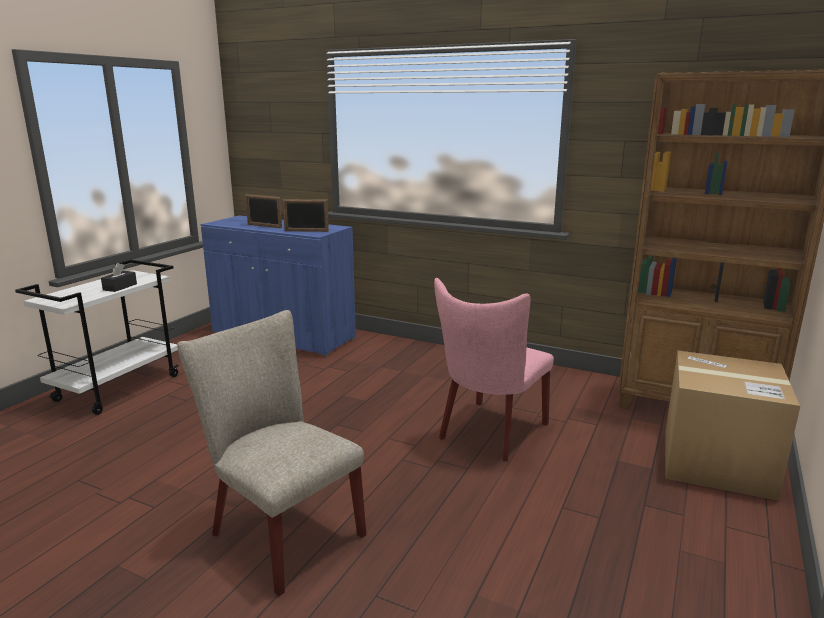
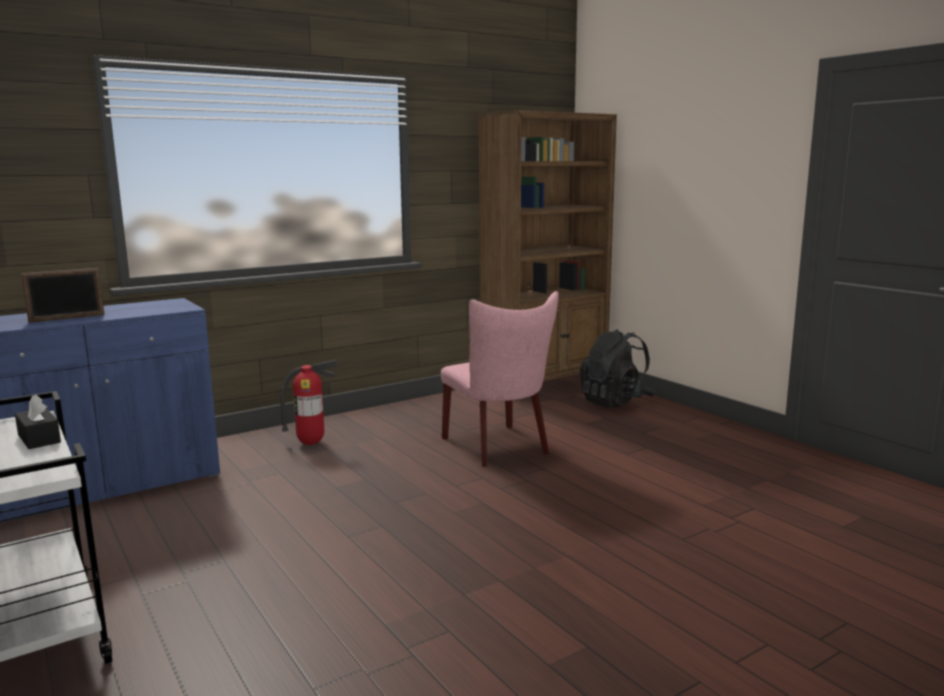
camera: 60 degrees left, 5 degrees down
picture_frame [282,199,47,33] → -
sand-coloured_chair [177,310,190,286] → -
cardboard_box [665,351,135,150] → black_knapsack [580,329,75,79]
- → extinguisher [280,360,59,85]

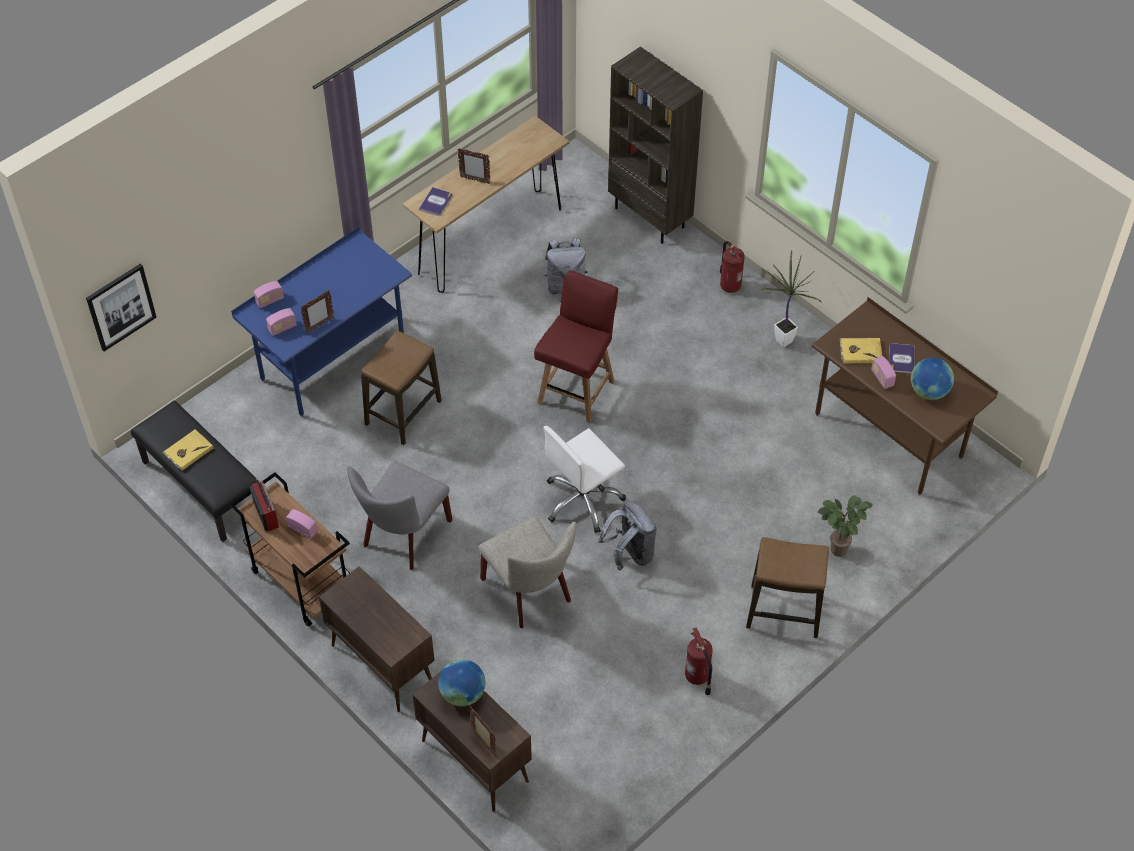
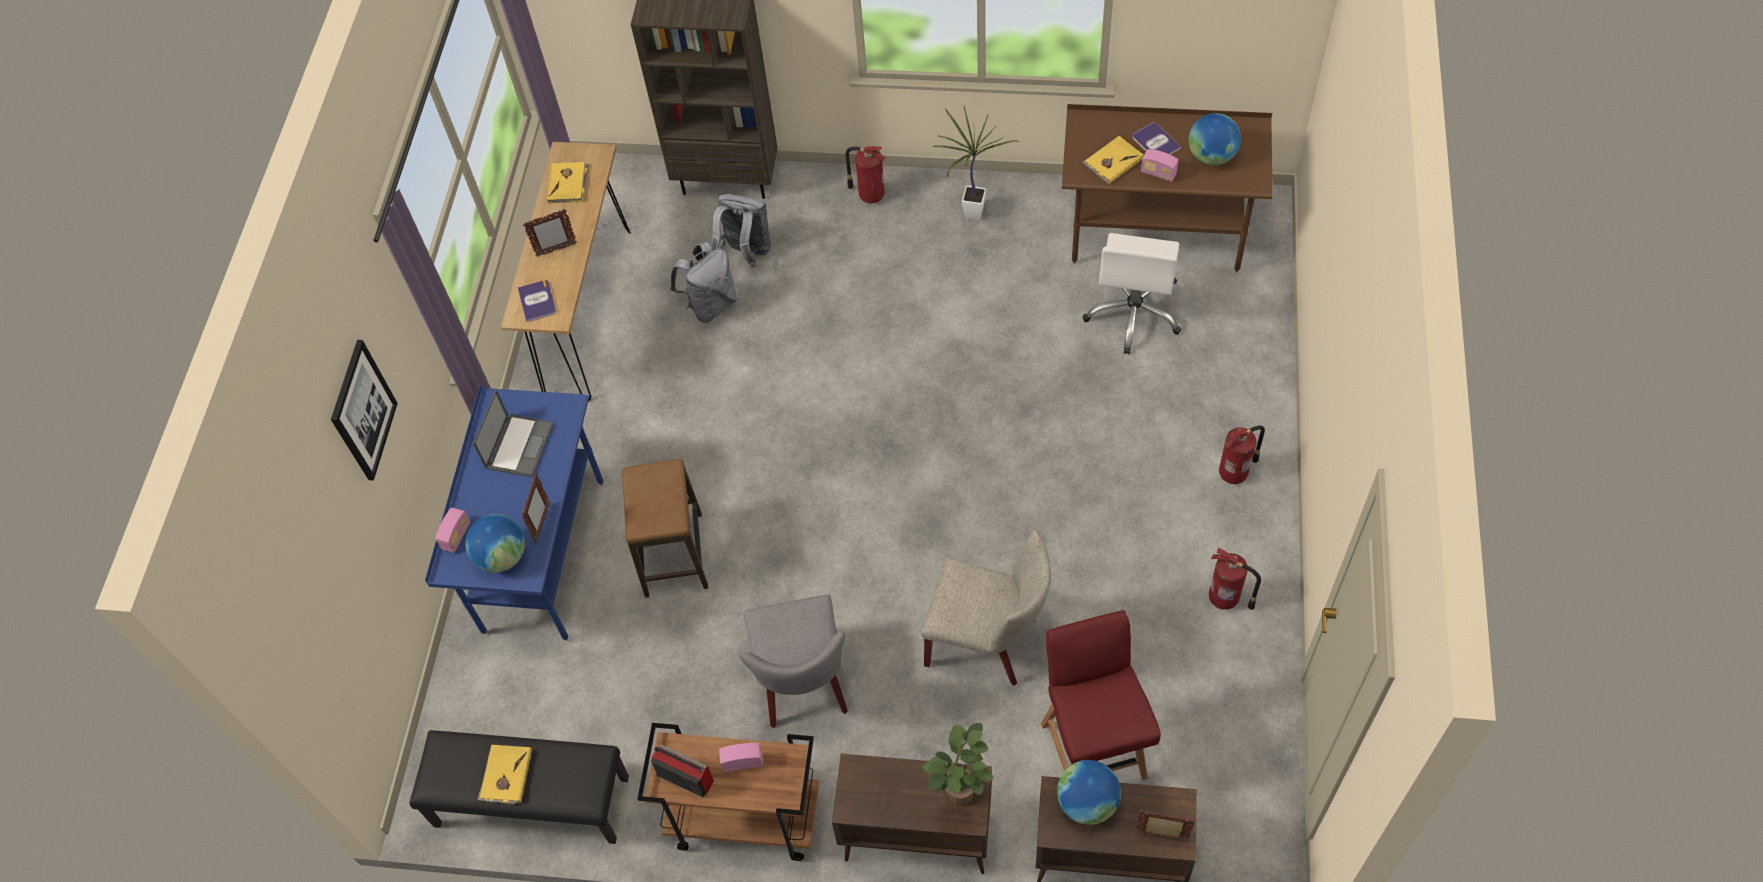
camera: 35 degrees left, 5 degrees up
wall_art [86,263,71,88] → wall_art [331,340,67,140], move
red-coloured_chair [534,270,84,153] → red-coloured_chair [1041,610,120,170], move
radio_receiver [266,308,31,28] → globe [465,514,60,58]
whitish_desk_chair [544,426,82,107] → whitish_desk_chair [1083,233,98,121], move
potted_plant [818,495,55,62] → potted_plant [922,723,72,83], move
gray_knapsack [598,502,59,69] → gray_knapsack [712,194,59,73], move
stool [746,537,83,101] → extinguisher [1219,425,46,59]
- → yellowish_bound_book [547,161,41,43]
- → laptop [473,390,81,87]

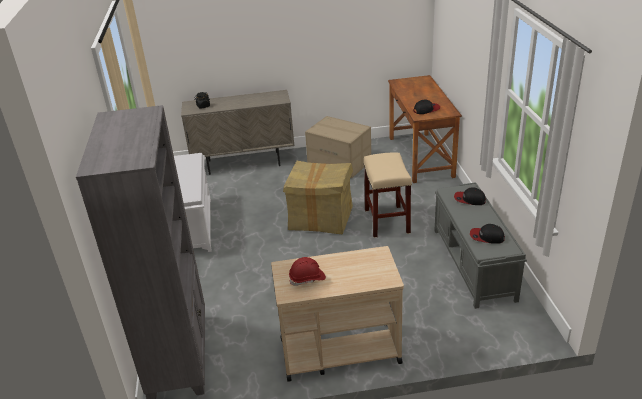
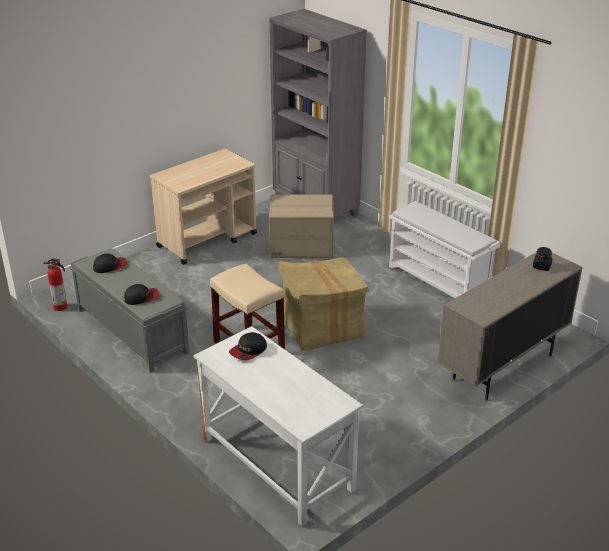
camera: 145 degrees right, 0 degrees up
brown-coloured_desk_unit [388,75,74,108] → whitish_desk_unit [193,326,170,200]
cardboard_box [305,116,66,62] → cardboard_box [269,194,65,64], move
red-coloured_hard_hat [289,257,37,29] → -
- → extinguisher [44,258,23,53]

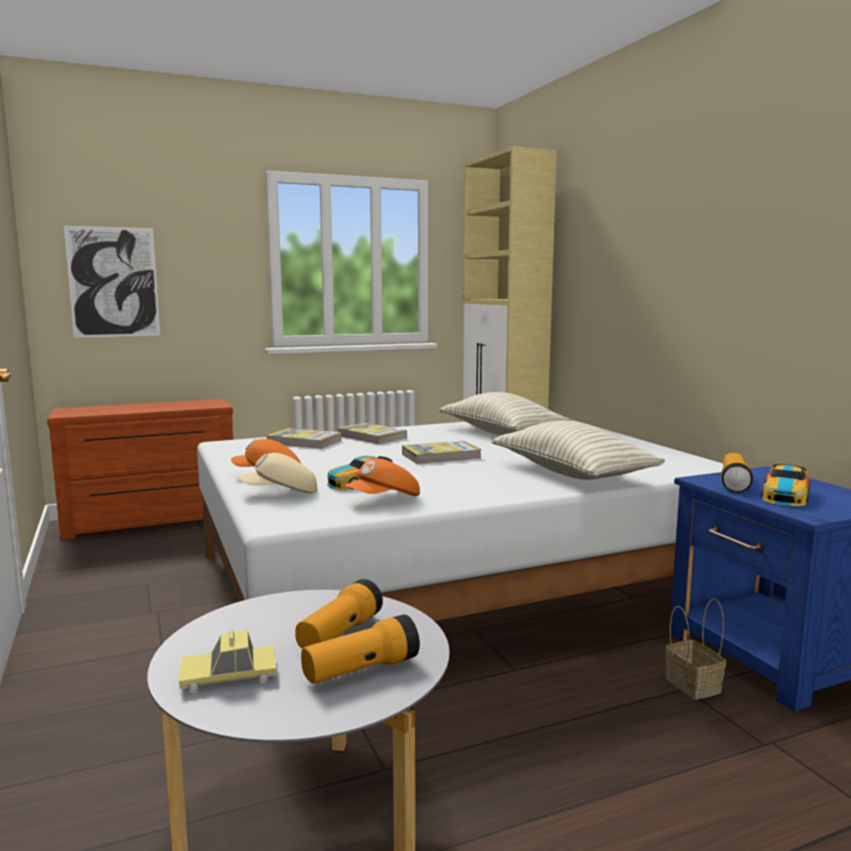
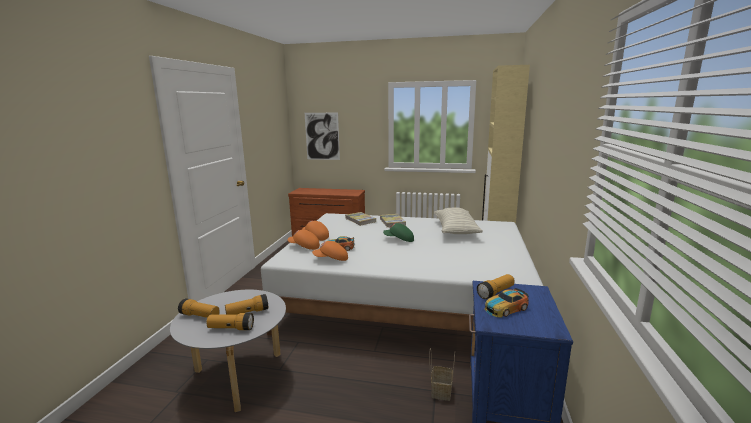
camera: 35 degrees right, 5 degrees up
cushion [491,420,174,60] → -
bound_book [402,440,80,24] → greenish_cap [383,223,31,19]
sand-coloured_cap [238,453,79,40] → orange_cap [288,230,32,20]
miniature_car [178,629,99,64] → hand_torch [178,298,42,20]

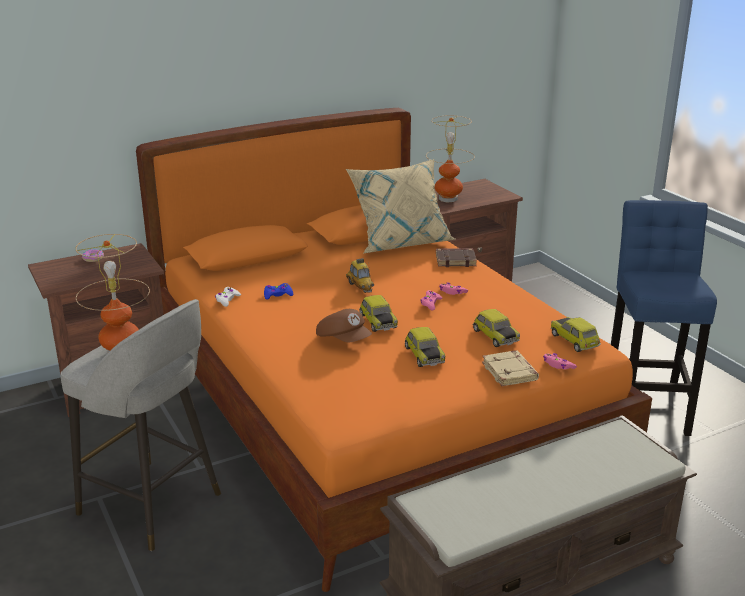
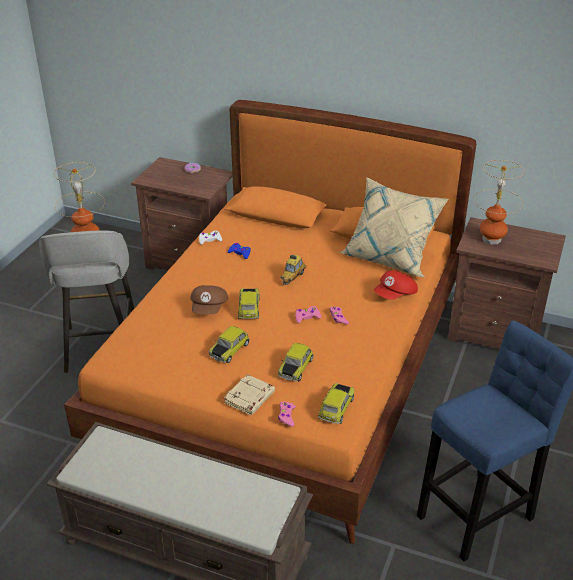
camera: 50 degrees right, 10 degrees up
brown-coloured_bound_book [436,248,41,19] → red-coloured_cap [374,270,44,30]
miniature_car [359,295,39,37] → miniature_car [238,288,23,31], 150 degrees clockwise

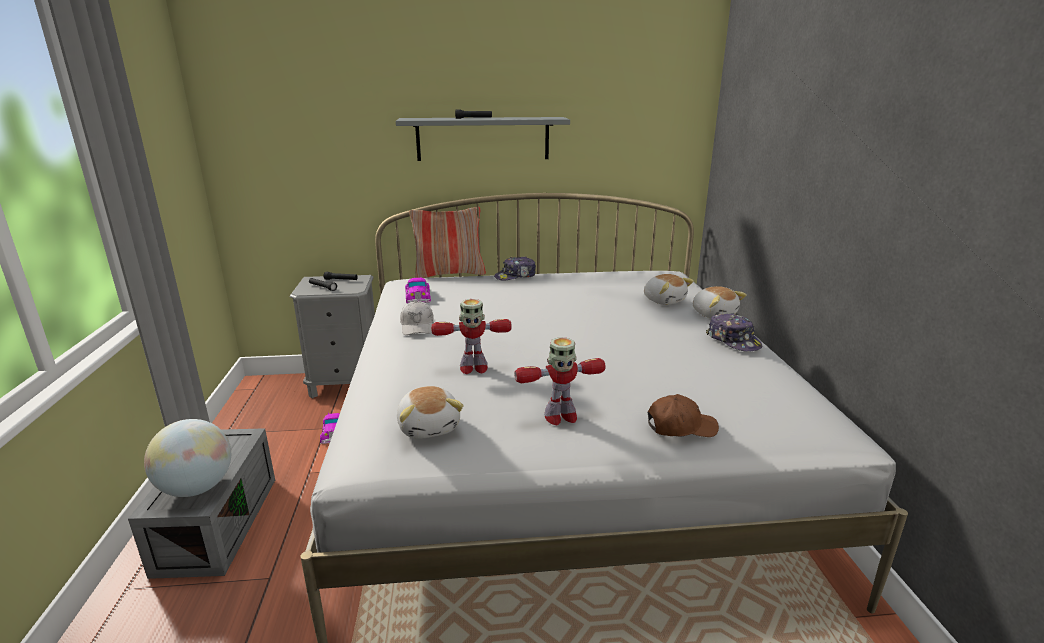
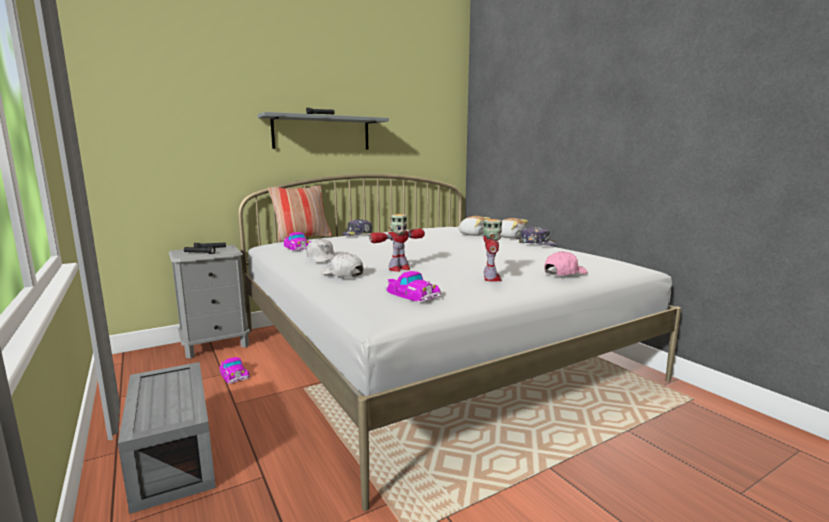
camera: 25 degrees left, 10 degrees down
toy_robot [514,337,92,88] → toy_robot [483,219,19,63], 45 degrees counterclockwise
cuddly_toy [397,386,67,53] → miniature_car [385,271,56,31]
brown-coloured_cap [648,394,71,43] → pinkish_cap [544,251,43,25]
globe [144,419,87,78] → -
- → whitish_cap [321,253,42,25]

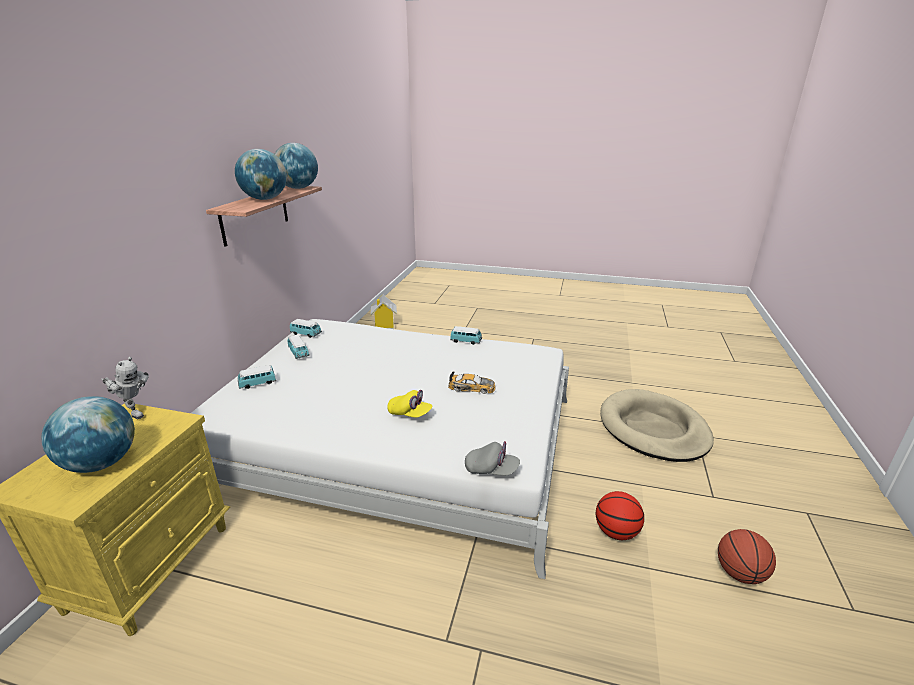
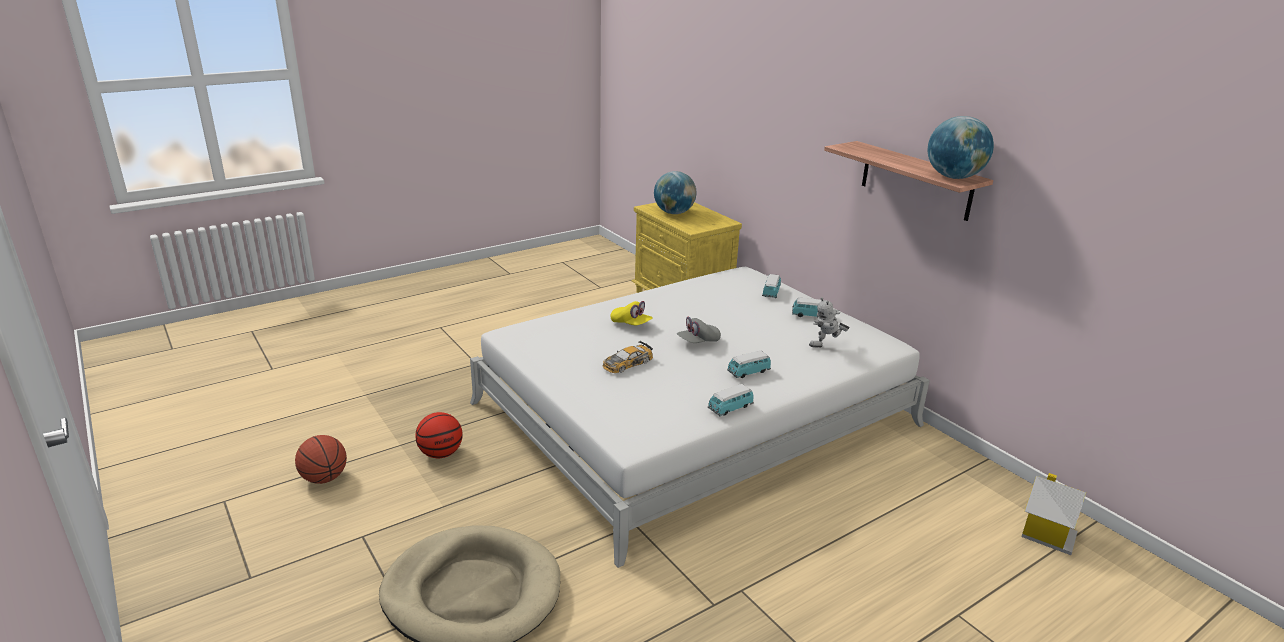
camera: 130 degrees right, 0 degrees up
globe [235,149,52,51] → -
miniature_car [290,319,32,19] → miniature_car [727,351,44,27], move
toy_robot [101,357,48,62] → toy_robot [809,297,41,51], move
yellowish_cap [387,390,46,28] → yellowish_cap [610,301,43,24], 120 degrees counterclockwise
gray_cap [465,441,55,35] → gray_cap [677,317,44,26], move

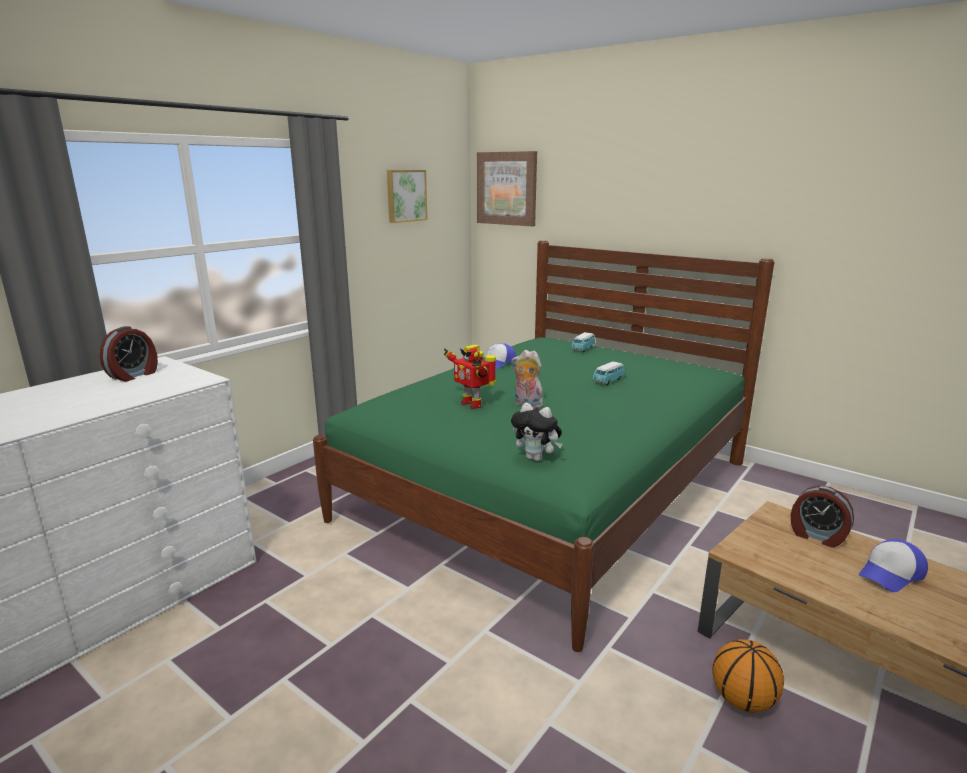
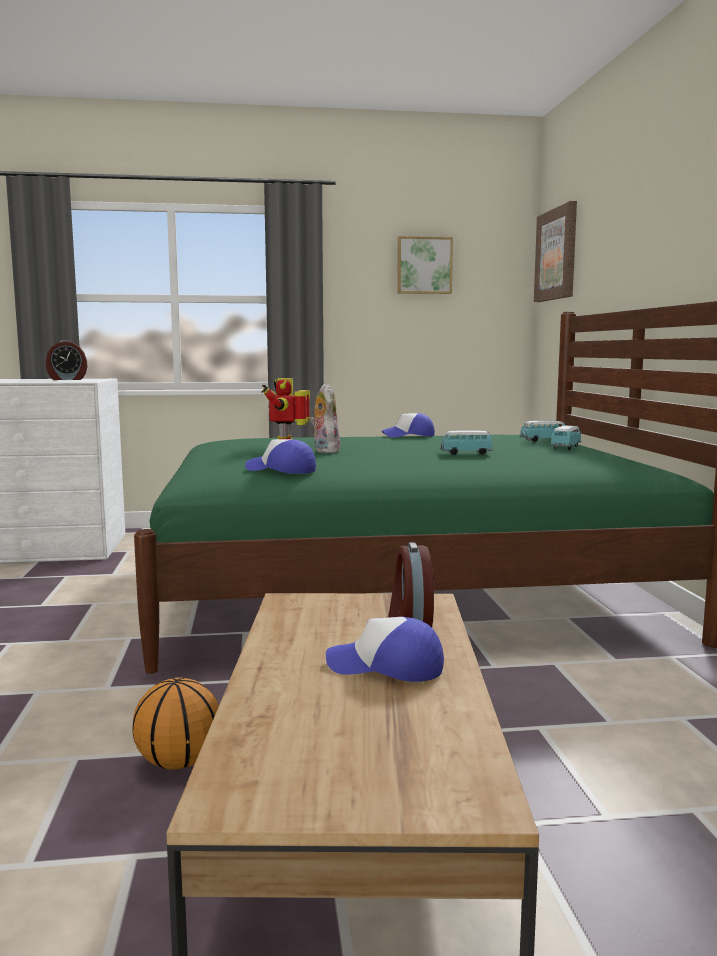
camera: 45 degrees right, 10 degrees down
cuddly_toy [511,403,51,58] → -
- → miniature_car [550,425,31,25]
- → cap [245,439,71,35]

